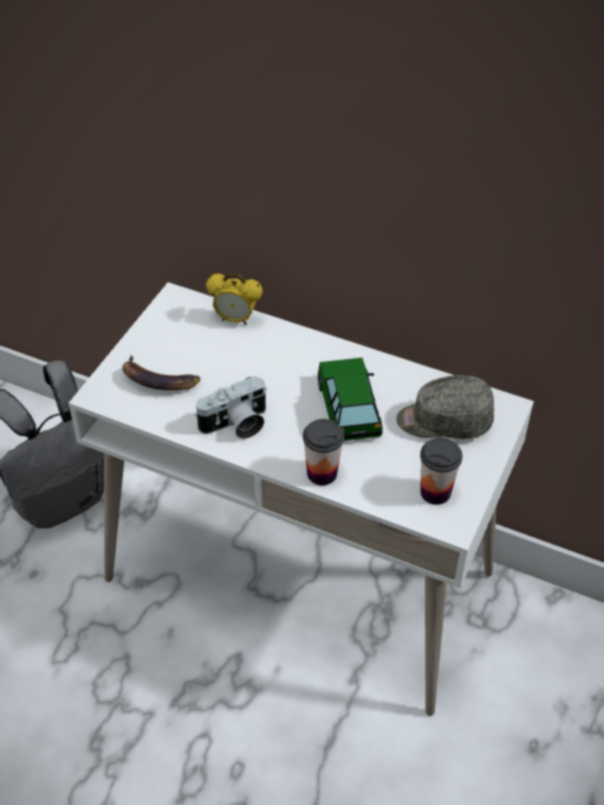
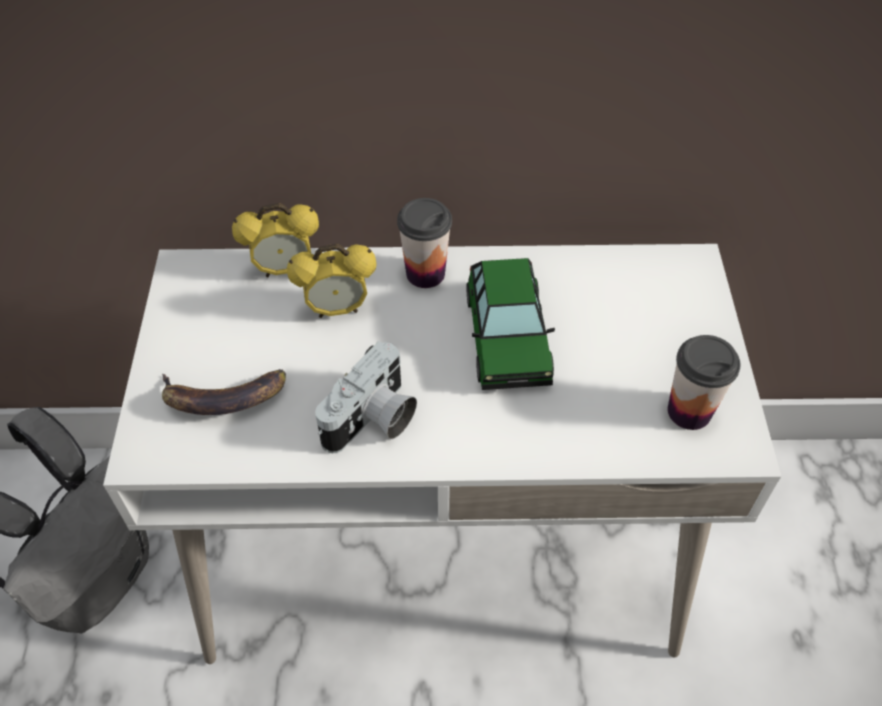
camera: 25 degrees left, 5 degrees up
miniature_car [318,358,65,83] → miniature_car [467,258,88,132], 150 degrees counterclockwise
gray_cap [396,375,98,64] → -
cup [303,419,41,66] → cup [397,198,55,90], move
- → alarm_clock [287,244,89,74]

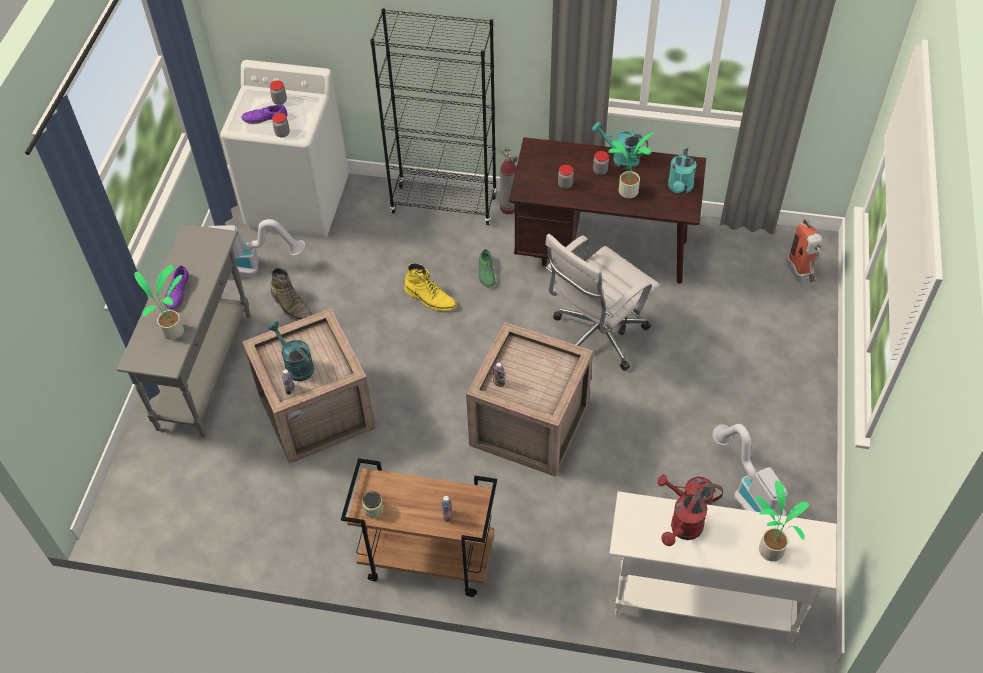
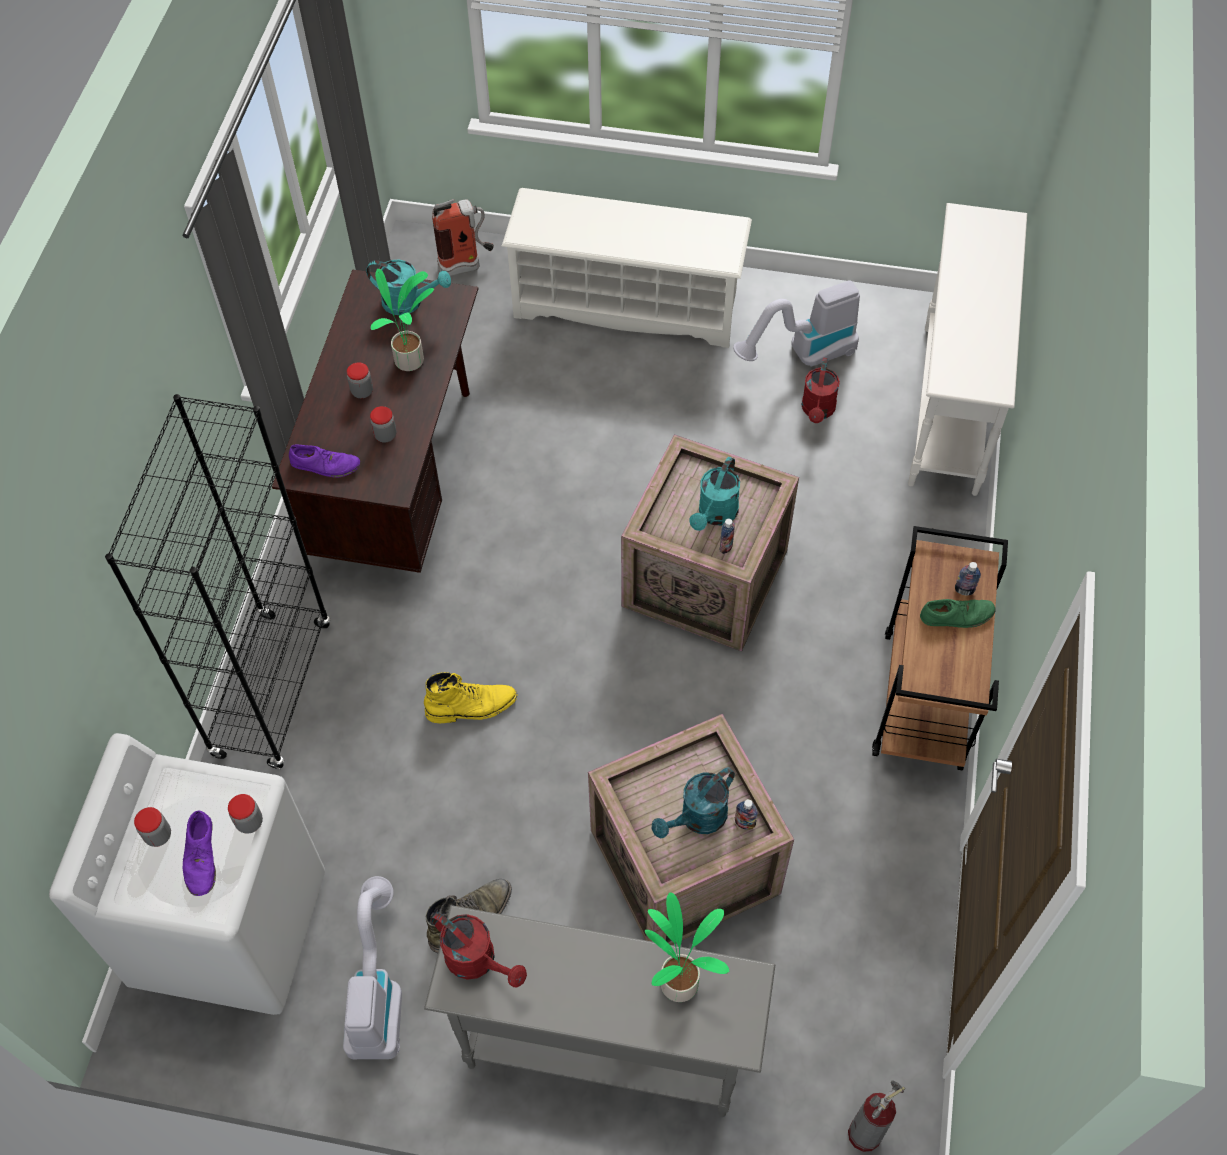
camera: 90 degrees left, 5 degrees up
turquoise-coloured_watering_pot [592,122,56,47] → turquoise-coloured_watering_pot [690,457,50,74], move
extinguisher [499,147,19,67] → extinguisher [848,1080,57,72], move
whitish_desk_chair [545,234,115,137] → -
greenish_shoe [479,249,16,38] → greenish_shoe [920,599,76,29], move
yellowish_high-top_boot [404,263,53,48] → yellowish_high-top_boot [424,672,93,51], 45 degrees clockwise
purple_shoe [165,266,24,43] → purple_shoe [289,444,71,34], move
potted_plant [755,481,54,80] → -
red-coloured_watering_pot [661,487,47,59] → red-coloured_watering_pot [431,912,96,75], move
jar [362,491,22,27] → -
- → whitish_shoe_stand [502,188,250,160]

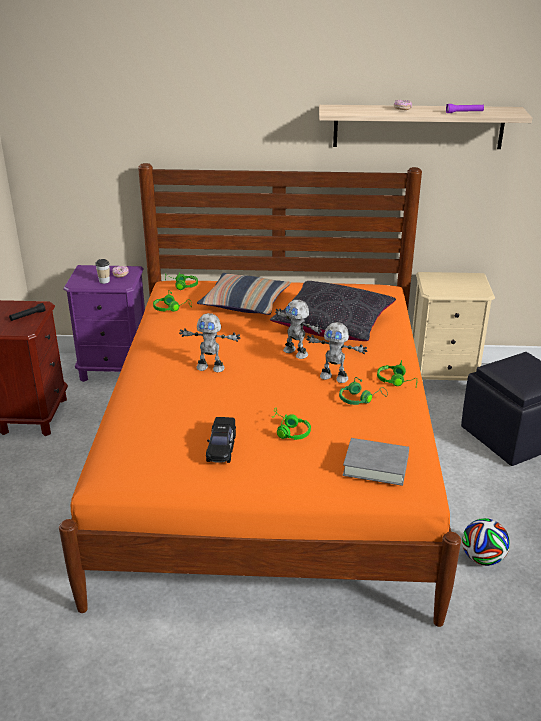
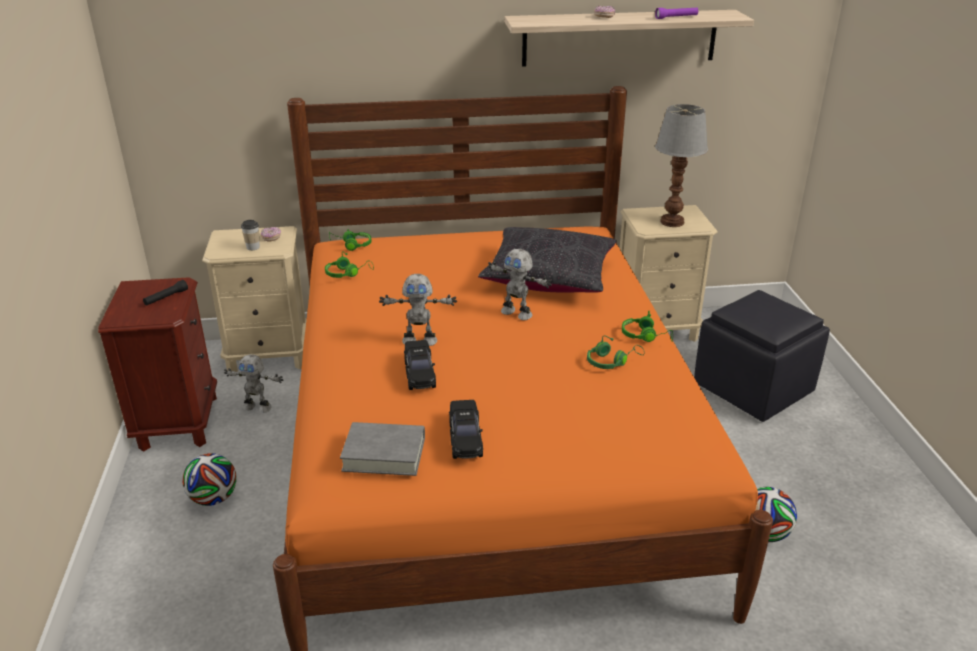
camera: 10 degrees left, 0 degrees up
purple_bedside_table [63,265,82,117] → sand-coloured_bedside_table [202,226,105,146]
cushion [197,273,94,42] → -
toy_robot [306,322,61,61] → toy_robot [224,354,59,59], move
greenish_headphones [271,408,40,32] → -
gray_bound_book [343,438,66,48] → gray_bound_book [340,422,85,54], move
- → tabletop_lamp [655,104,53,123]
- → black_miniature_car [404,340,32,50]
- → football [182,453,55,53]

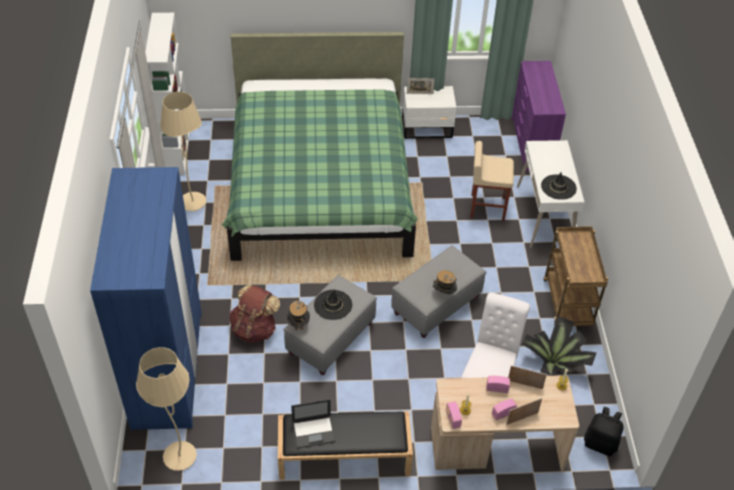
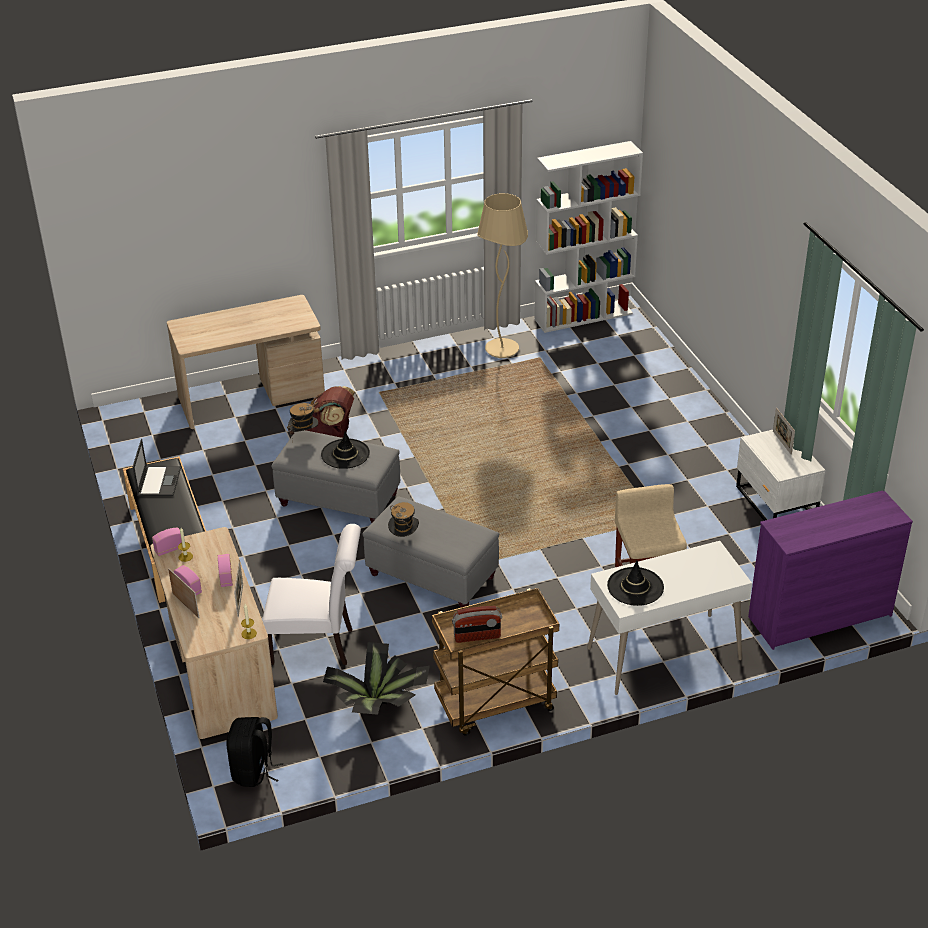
camera: 75 degrees right, 10 degrees down
greenish_bed [222,32,196,229] → -
blue-coloured_armoire [90,167,112,263] → sand-coloured_desk_unit [167,295,158,134]
sand-coloured_standard_lamp [136,347,61,124] → -
laptop [291,399,45,50] → laptop [133,439,48,57], 150 degrees counterclockwise
- → radio_receiver [452,606,50,37]

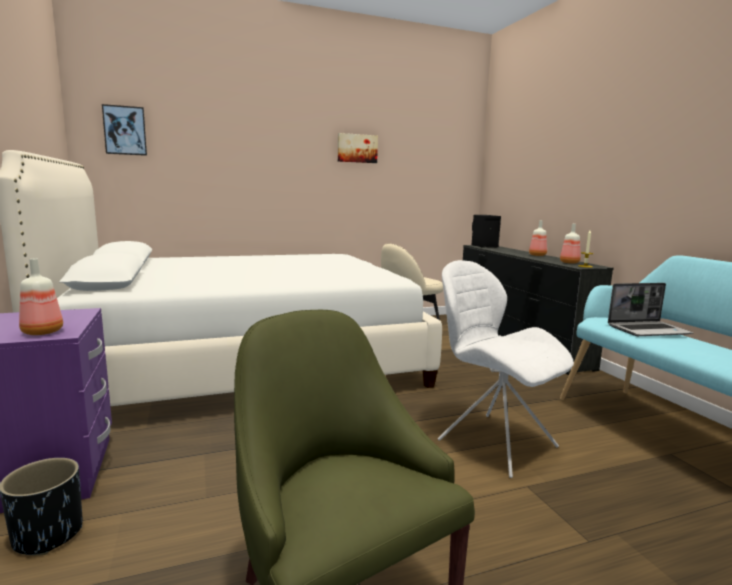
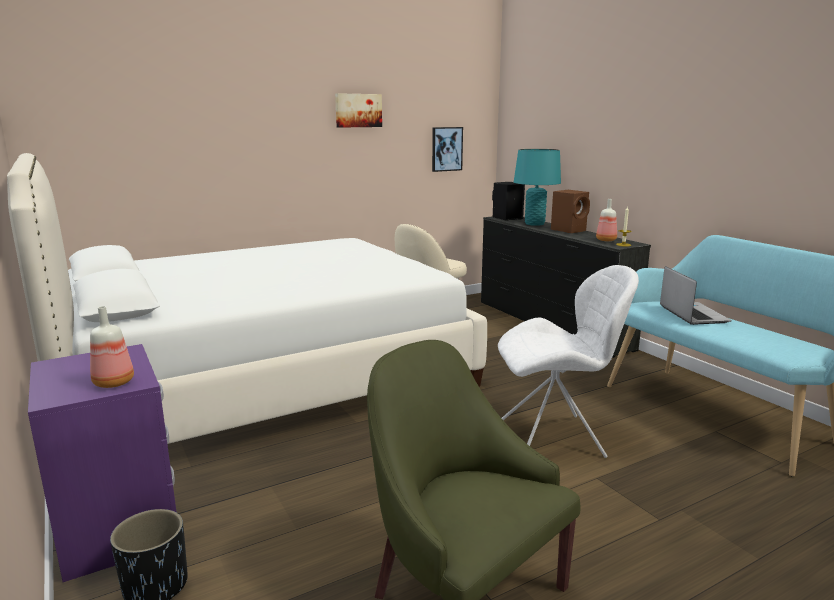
camera: 10 degrees left, 5 degrees up
wall_art [102,104,45,52] → wall_art [432,127,31,45], move
bottle [529,220,18,36] → brown-coloured_audio_speaker [551,190,39,43]
whitish_chair [438,260,136,218] → whitish_chair [498,265,141,193], 135 degrees clockwise
laptop [608,283,86,53] → laptop [660,266,72,59], 75 degrees counterclockwise
- → turquoise-coloured_tabletop_lamp [514,149,47,77]

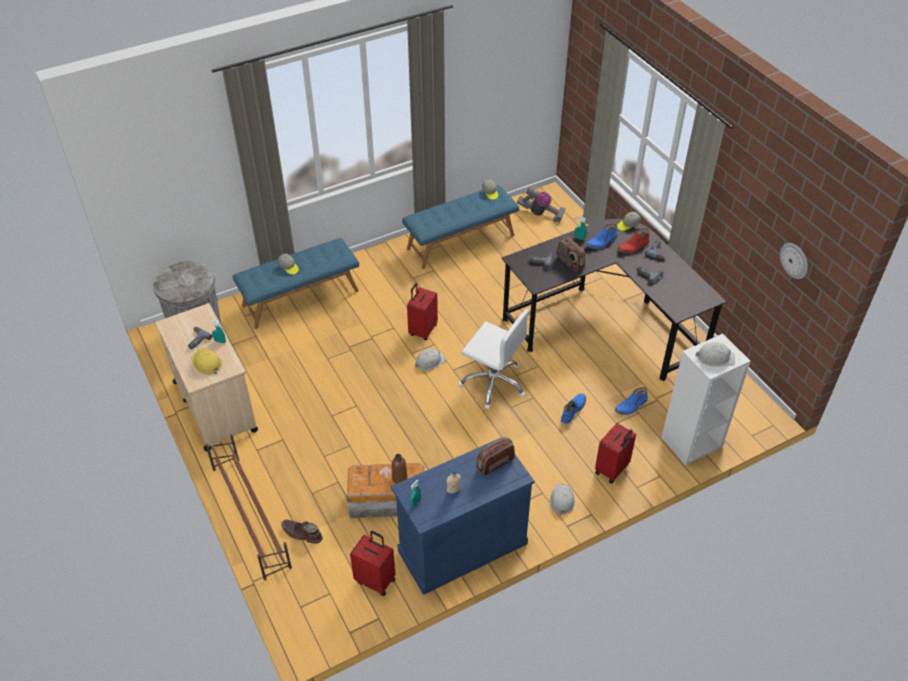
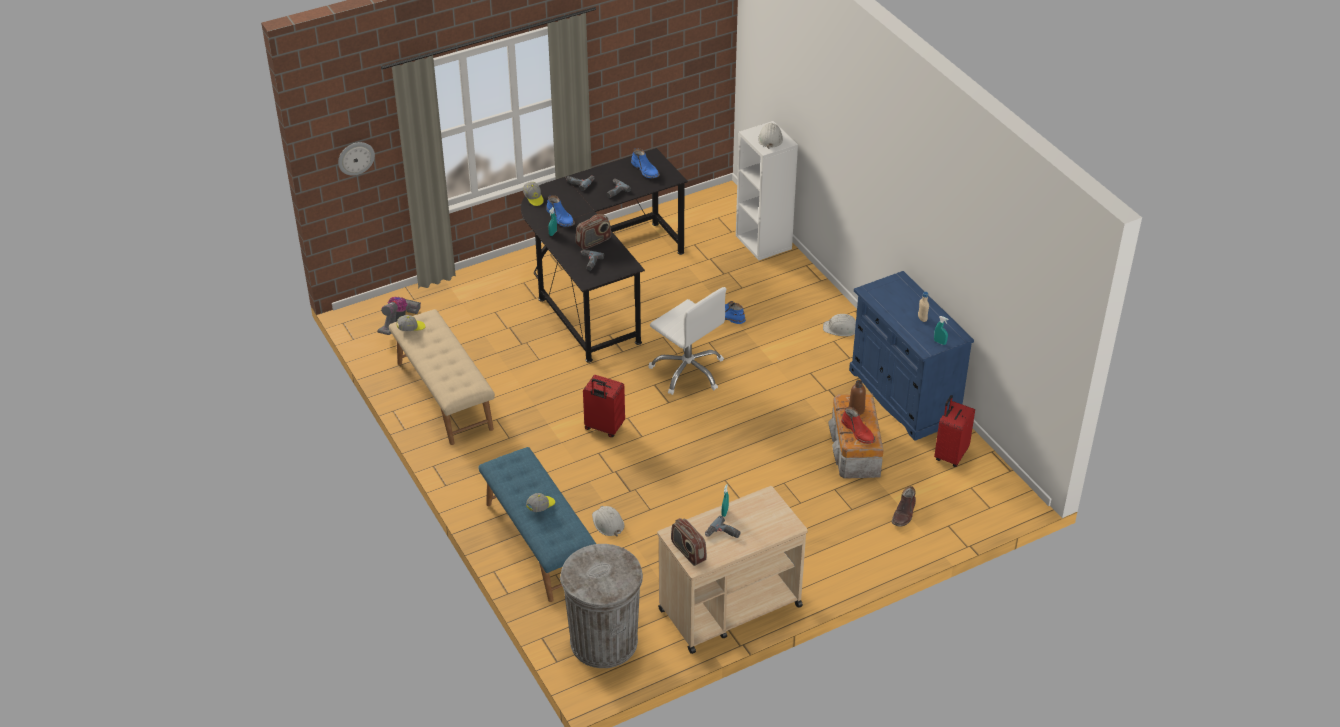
camera: 90 degrees left, 5 degrees down
blue-coloured_long_seat [402,185,117,84] → sand-coloured_long_seat [389,309,106,136]
red-coloured_high-top_boot [617,228,33,26] → red-coloured_high-top_boot [841,407,34,37], move
clock_on_the_wall [780,243,28,36] → clock_on_the_wall [338,142,37,34], move
whitish_desk_chair [458,309,71,100] → whitish_desk_chair [648,287,78,108], 105 degrees clockwise
yellowish_hard_hat [191,348,31,27] → -
whitish_hard_hat [415,349,31,22] → whitish_hard_hat [592,506,32,30], move
blue-coloured_high-top_boot [615,387,33,28] → blue-coloured_high-top_boot [631,148,29,30], move
red-coloured_suitcase [595,423,41,60] → -
brown-coloured_shoe_stand [205,434,87,146] → -
radio_receiver [476,437,39,39] → radio_receiver [671,518,36,48], move

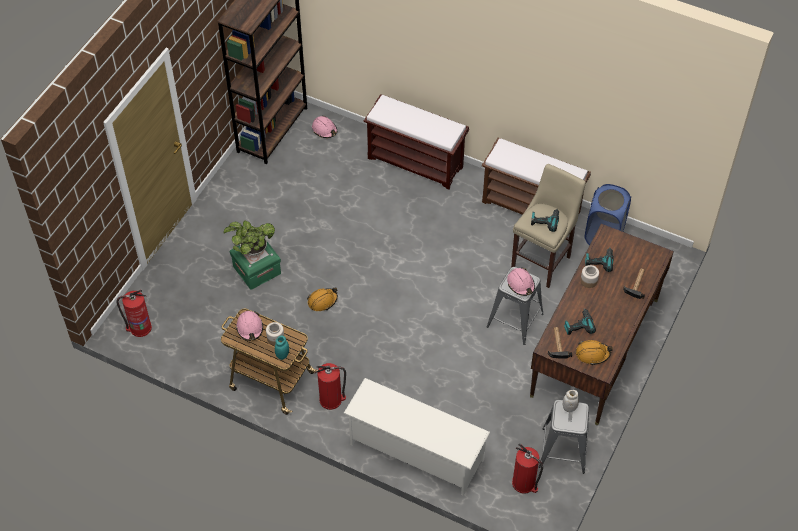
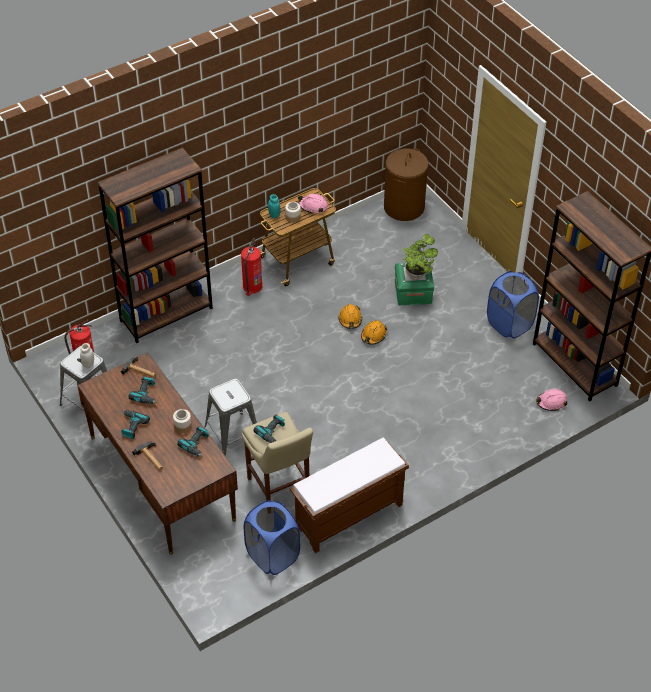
camera: 120 degrees right, 5 degrees down
brown-coloured_long_seat [364,94,105,96] → -
pinkish_hard_hat [507,267,28,29] → -
extinguisher [116,290,36,47] → brown-coloured_laundry_basket [384,148,44,73]
orange_hard_hat [576,340,37,25] → orange_hard_hat [361,320,26,25], move
whitish_shoe_stand [343,378,147,117] → brown-coloured_bookcase [97,147,116,196]
- → blue-coloured_laundry_basket [487,271,52,68]
- → power_drill [121,410,29,29]

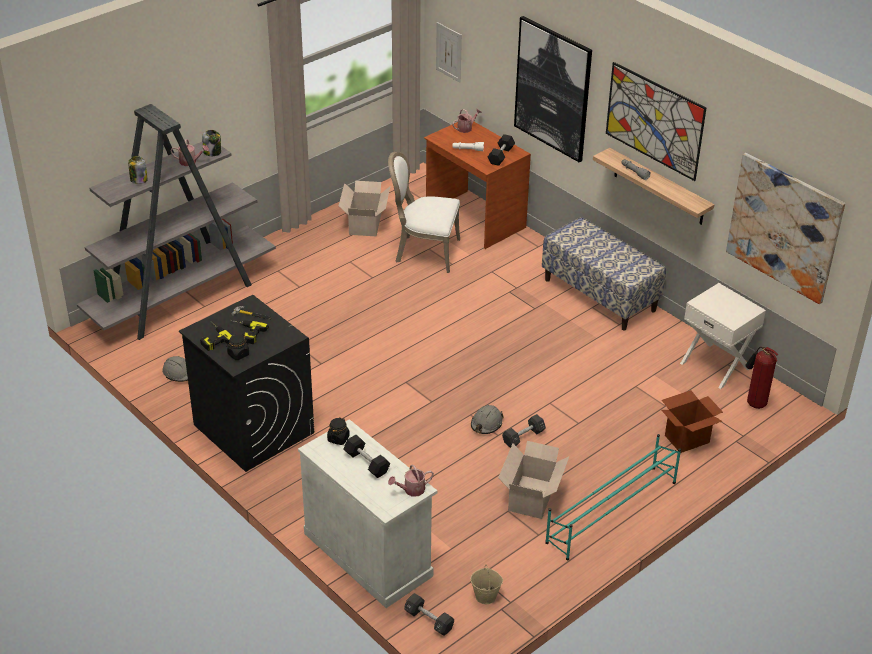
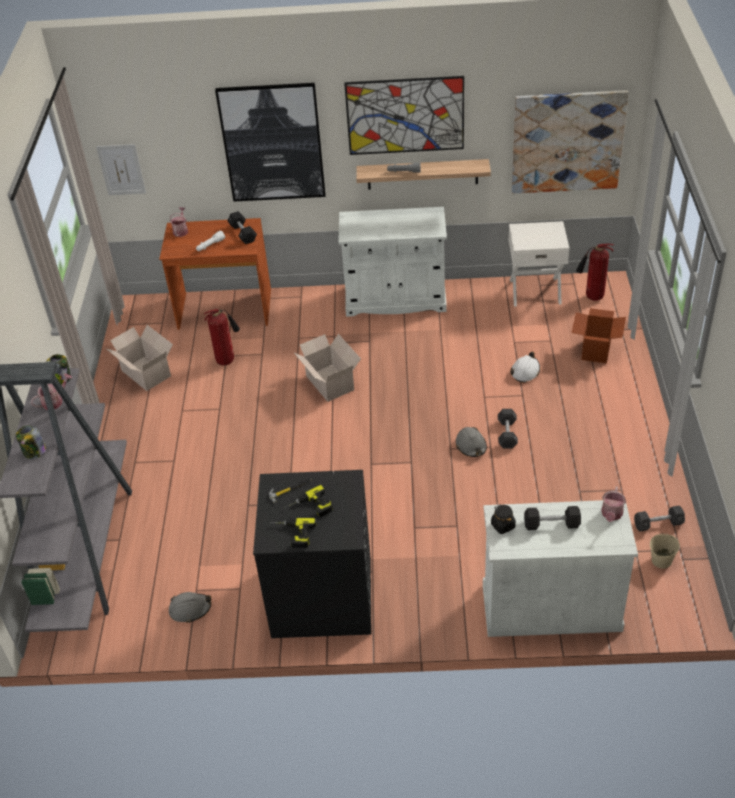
camera: 45 degrees left, 5 degrees up
whitish_chair [388,152,72,121] → extinguisher [204,309,36,57]
long_seat [542,217,124,113] → whitish_storage_cabinet [339,207,108,110]
black_jar [227,334,22,26] → -
turquoise-coloured_shoe_stand [545,434,136,126] → -
cardboard_box [498,441,71,78] → cardboard_box [294,334,67,68], move
black_hand_weight [404,593,50,43] → black_hand_weight [634,505,51,27], move
- → whitish_hard_hat [510,351,30,32]

